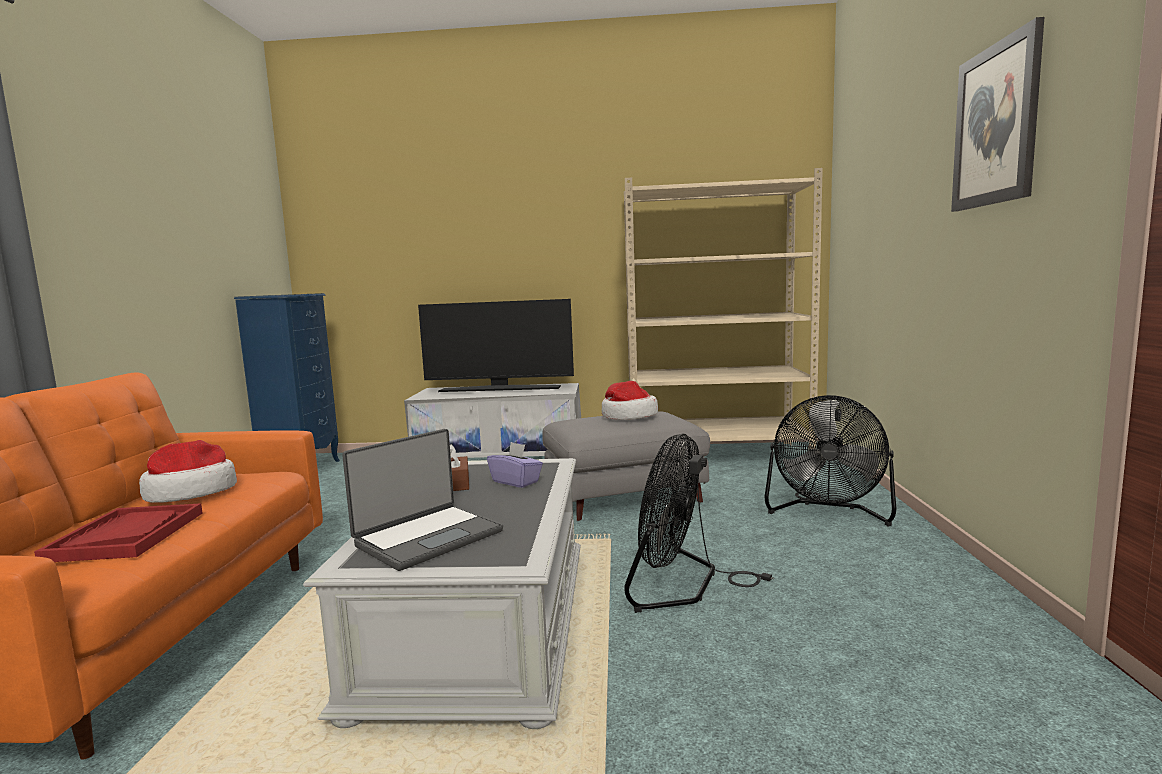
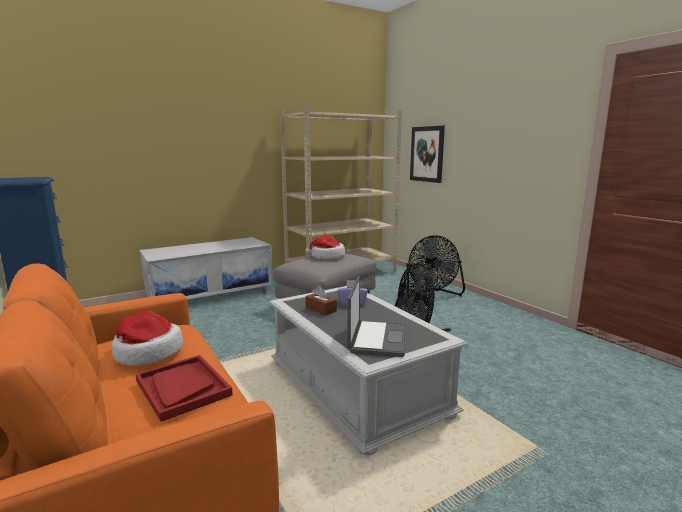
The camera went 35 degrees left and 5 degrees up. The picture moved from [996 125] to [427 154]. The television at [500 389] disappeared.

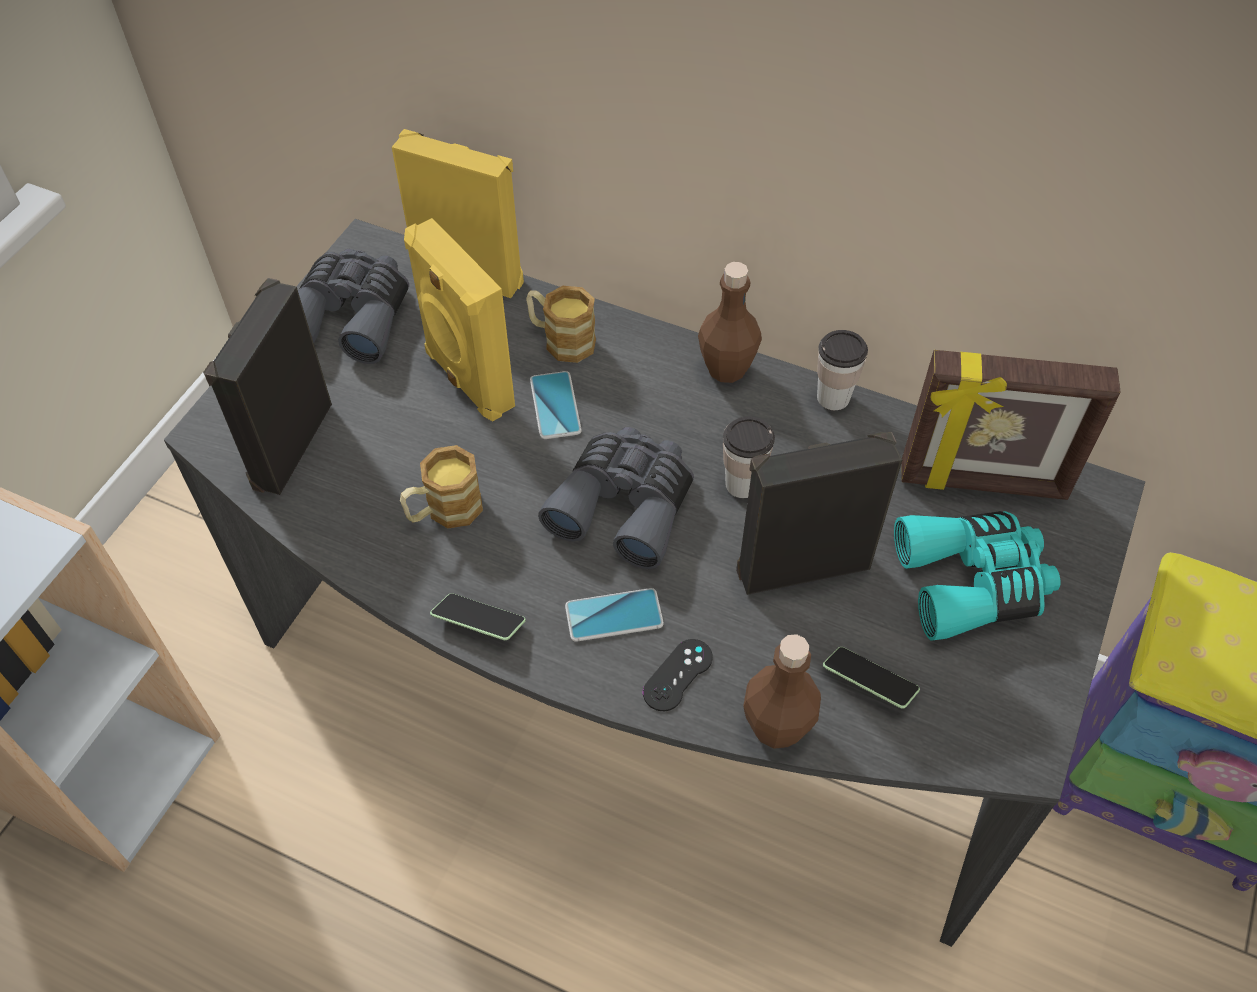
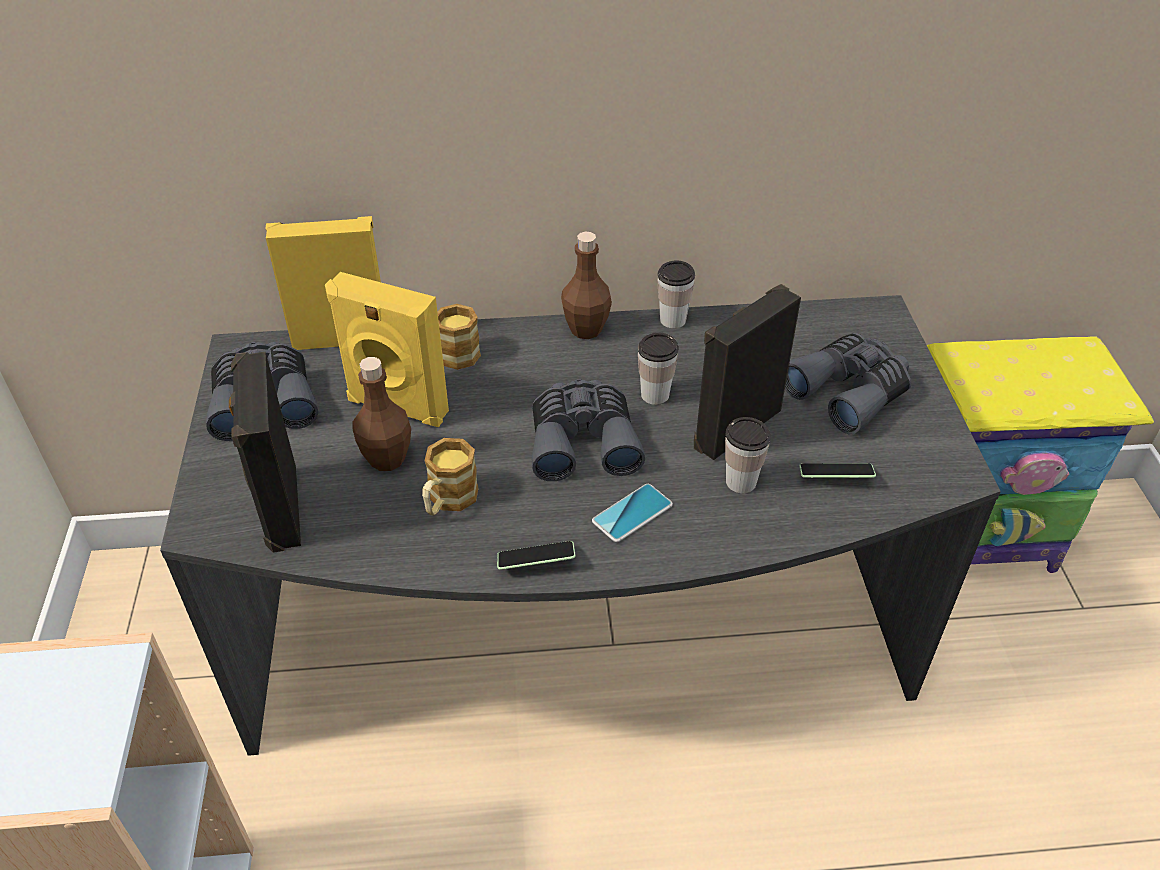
The camera went 30 degrees left and 10 degrees down. The picture frame at [983 483] disappeared. The phone at [555 406] disappeared. The binoculars in turquoise at [972 582] became the binoculars in grey at [849 392]. The bottle in brown moved from [776 727] to [387 459]. The game controller in black at [678 675] disappeared. The cup at [741 482] appeared.

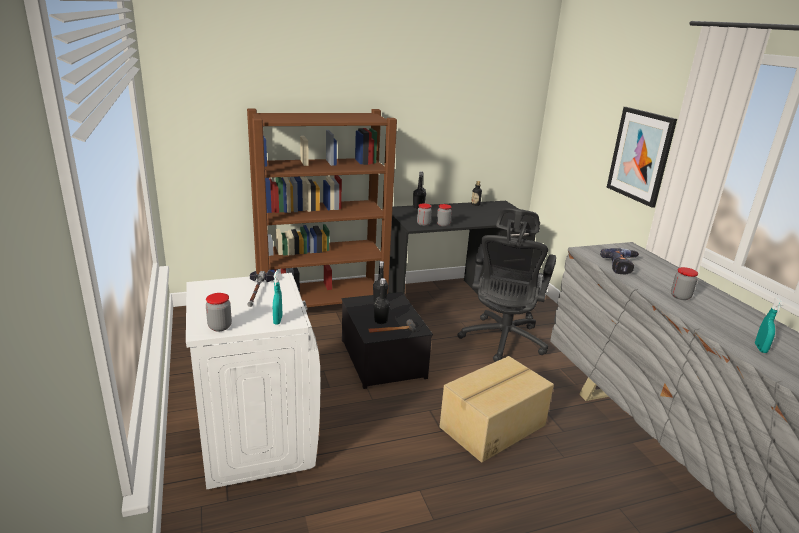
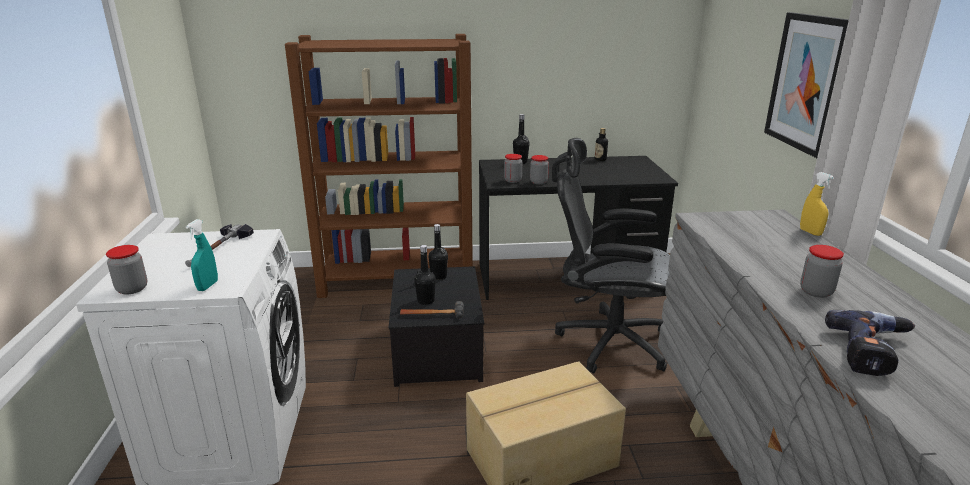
The camera went 15 degrees right and 0 degrees up. The office chair at [502 342] turned 75 degrees clockwise. The power drill moved from [622 266] to [874 353]. The spray bottle in turquoise at [760 348] disappeared. The spray bottle in yellow at [810 232] appeared.

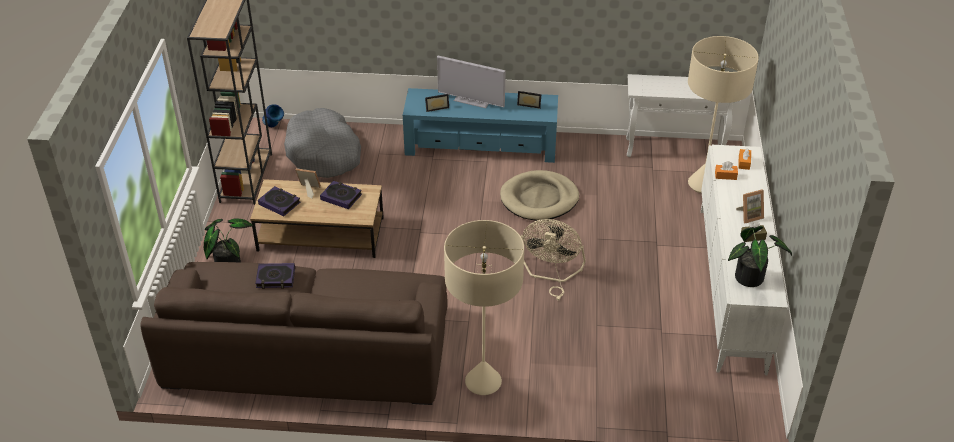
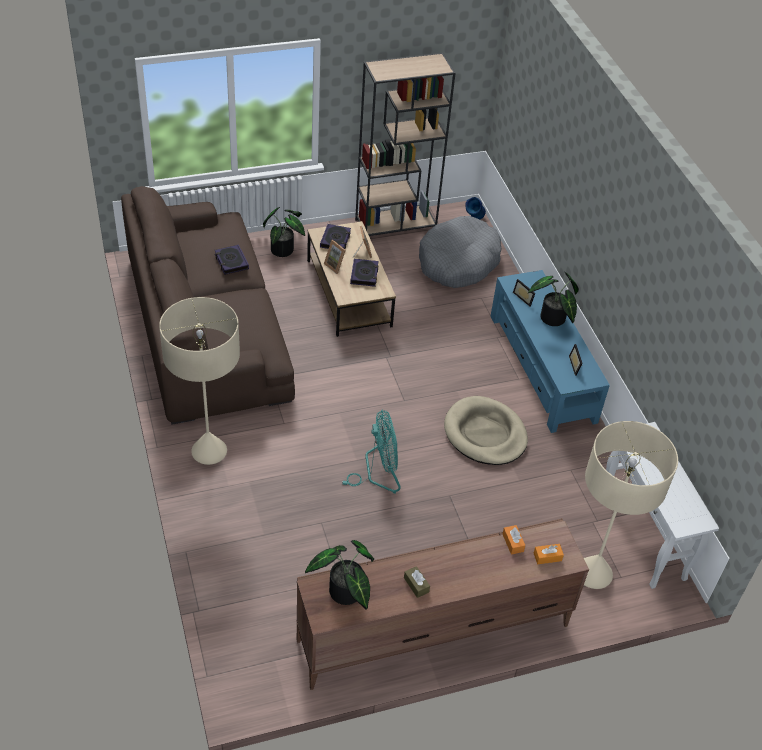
The camera went 65 degrees right and 5 degrees up. The television at [472 101] was replaced by the potted plant at [552 320]. The cabinet in white at [732 288] became the cabinet in brown at [433 634]. The picture frame moved from [749 215] to [336 265]. The fan in beige at [551 274] became the fan in turquoise at [377 469].

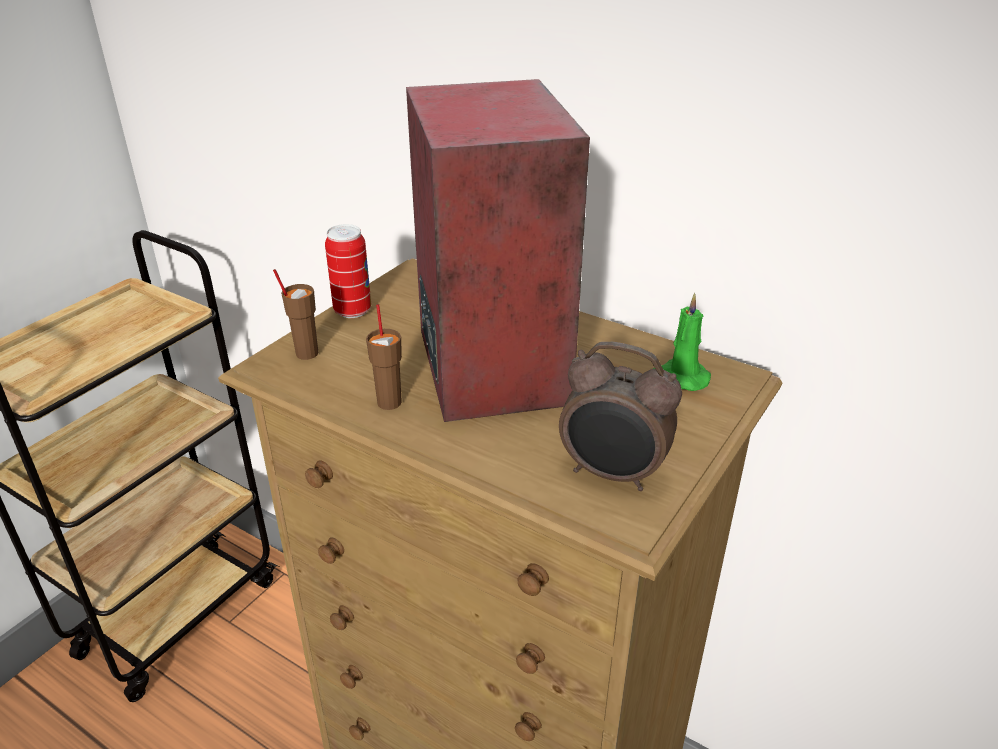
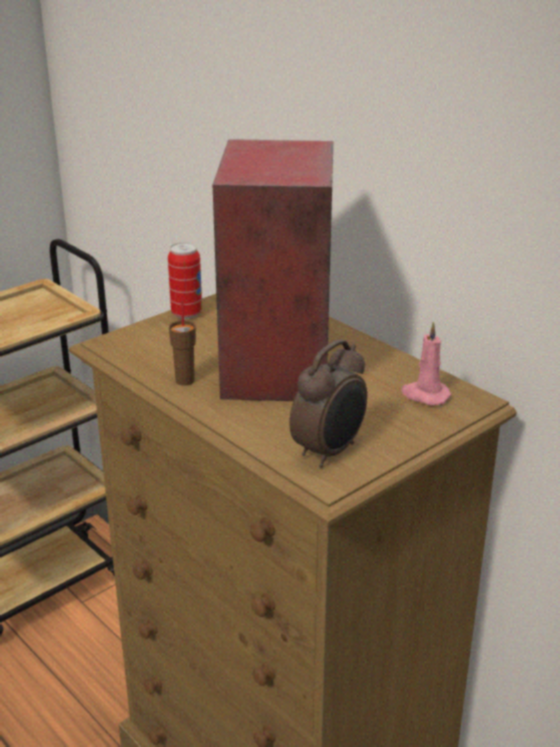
The camera went 15 degrees right and 5 degrees down. The cup in brown at [306 353] disappeared. The candle in green at [679 378] became the candle in pink at [424 395]. The alarm clock at [612 475] turned 90 degrees counterclockwise.

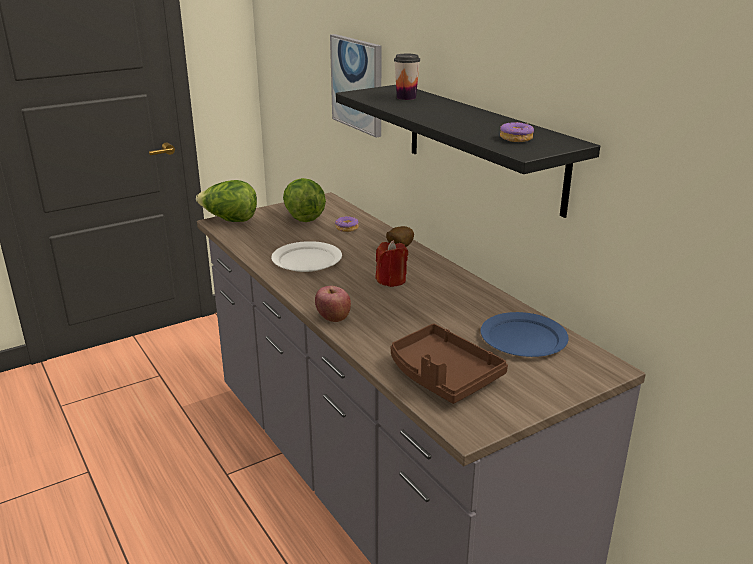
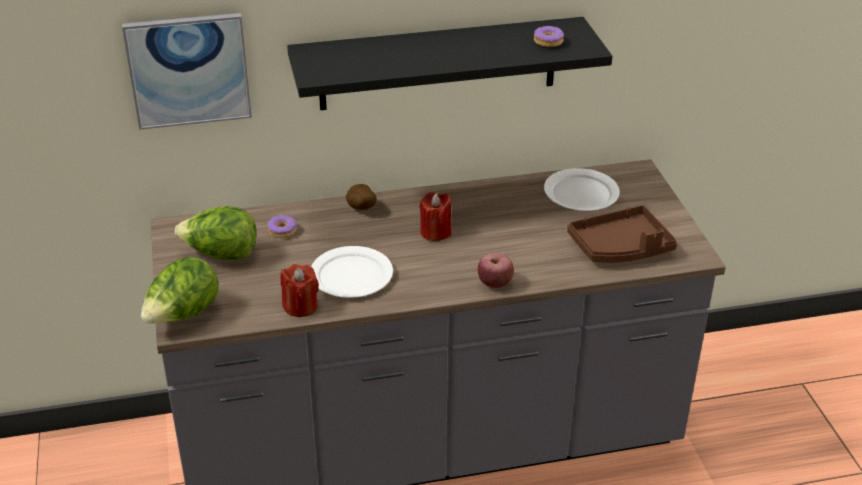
The camera went 70 degrees left and 10 degrees up. The cup at [406 97] disappeared. The plate in blue at [524 338] became the plate in white at [581 193]. The candle in red at [300 306] appeared.

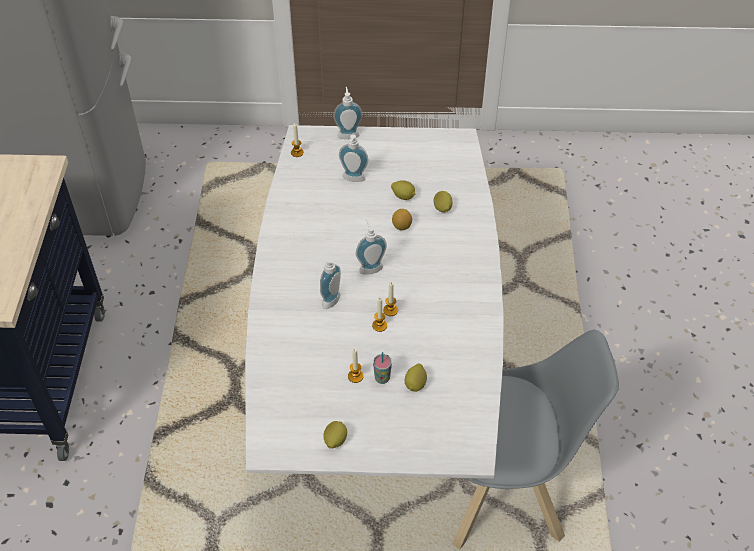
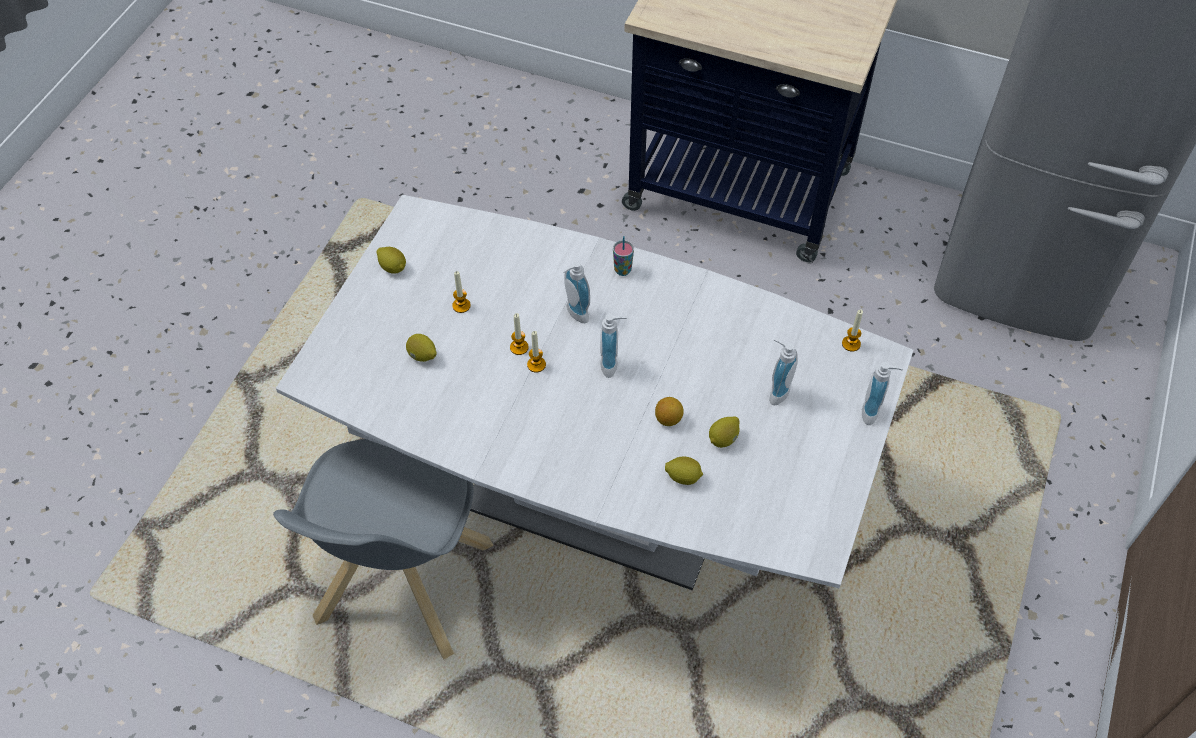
The camera went 110 degrees right and 5 degrees up. The cup moved from [382 378] to [622 270].

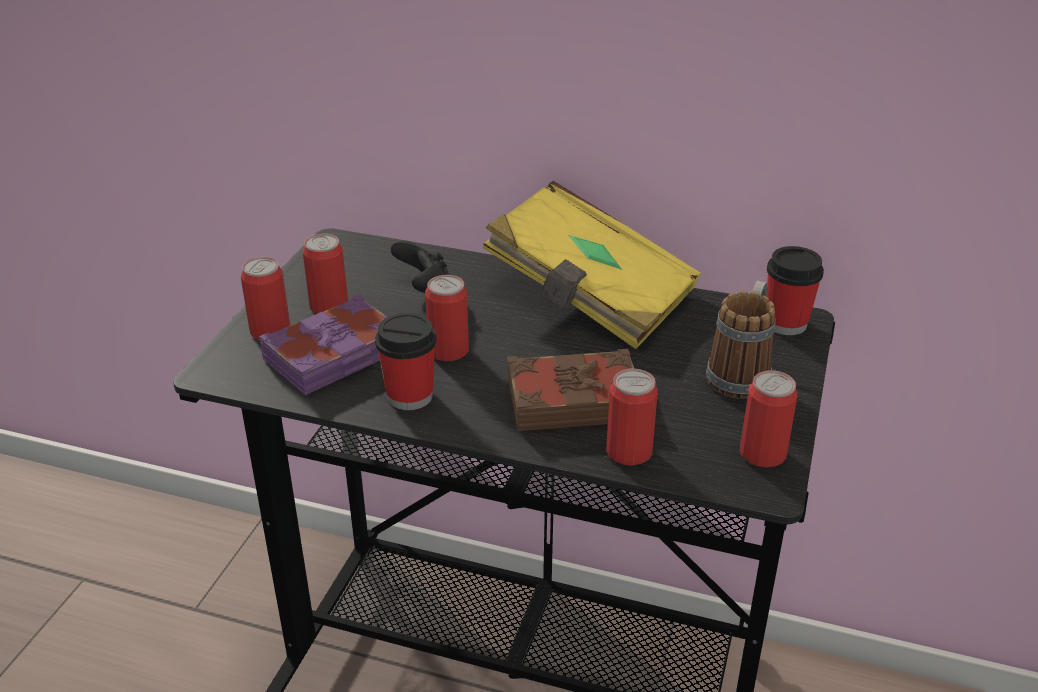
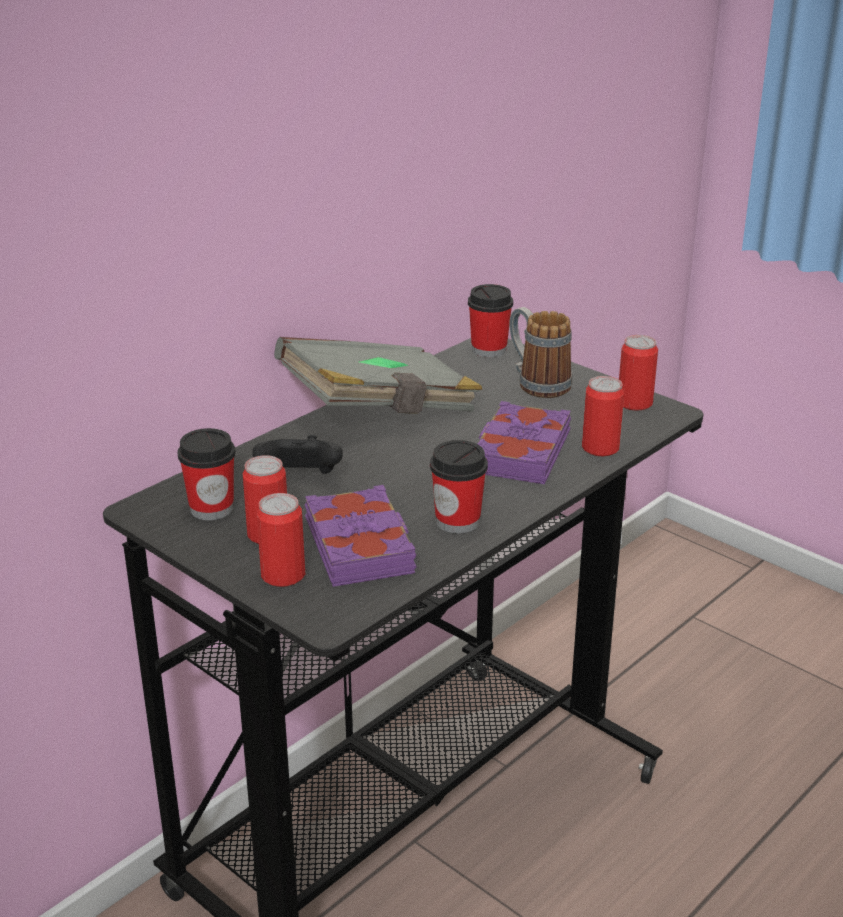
The camera went 65 degrees left and 5 degrees down. The book in yellow at [589 297] became the book in grey at [380 410]. The can at [448 350] disappeared. The book in brown at [573 400] became the book in purple at [519 453]. The cup at [211 508] appeared.

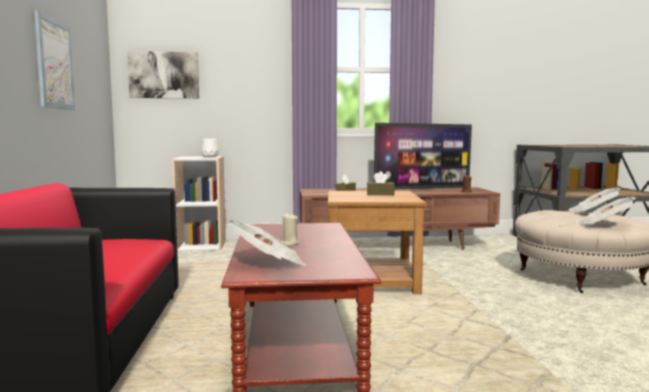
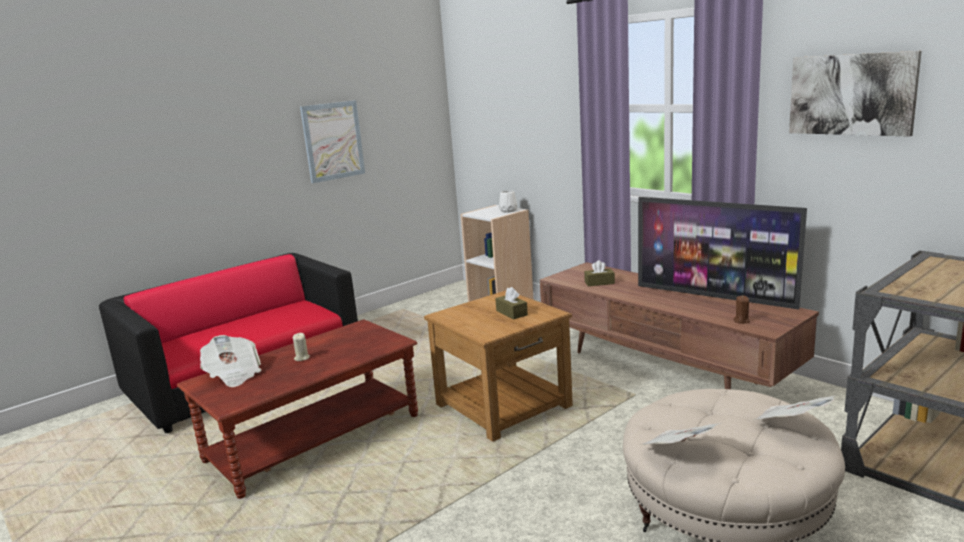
The camera went 55 degrees right and 10 degrees up. The picture moved from [164 75] to [851 94].

